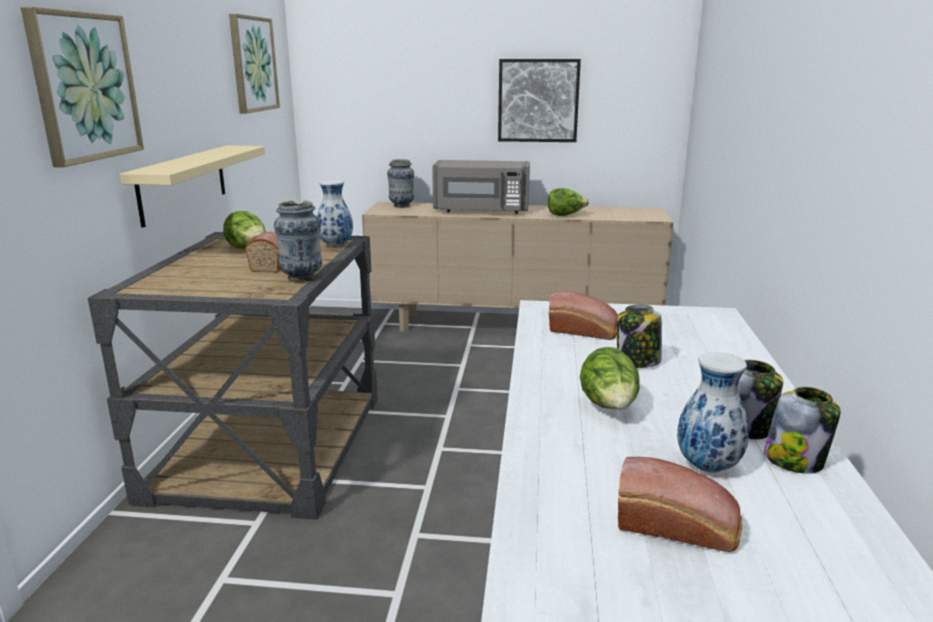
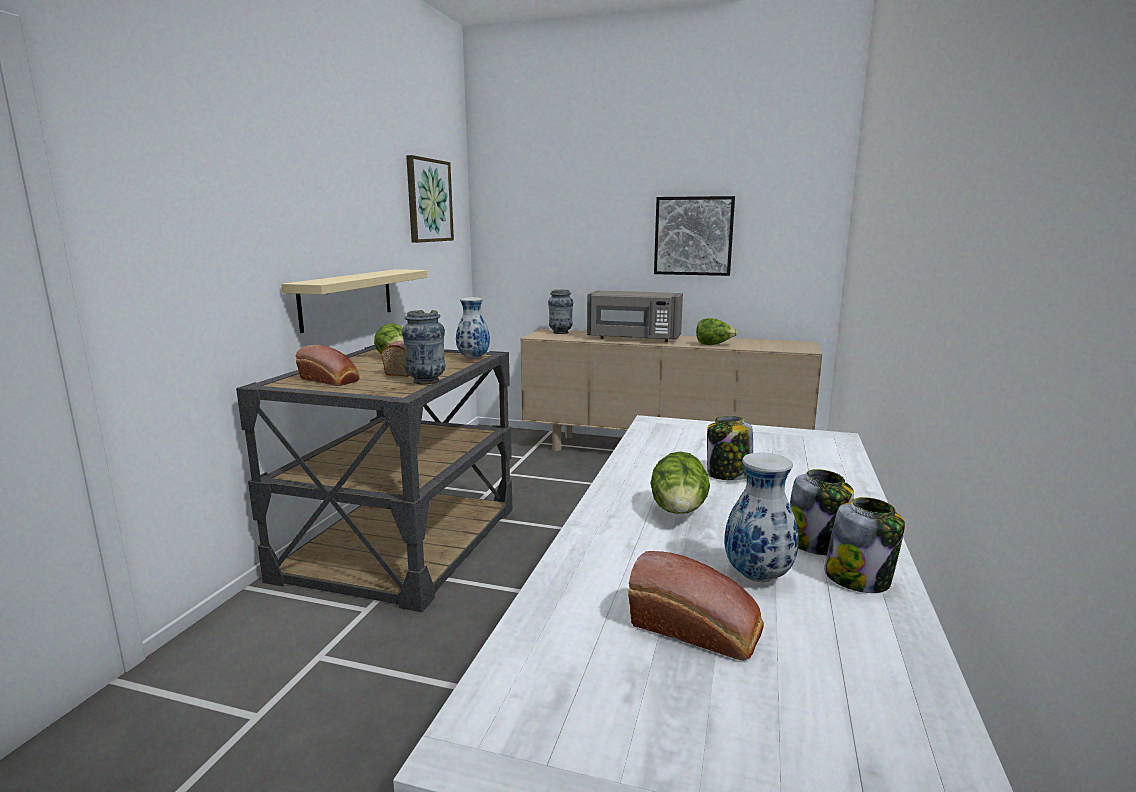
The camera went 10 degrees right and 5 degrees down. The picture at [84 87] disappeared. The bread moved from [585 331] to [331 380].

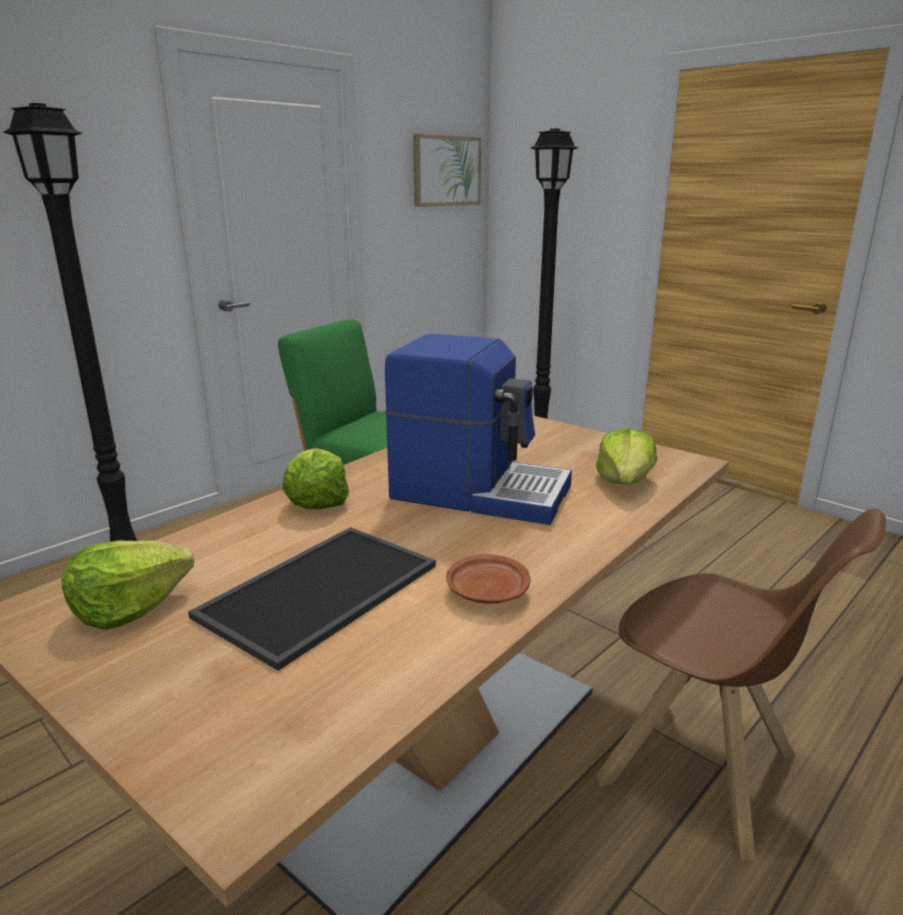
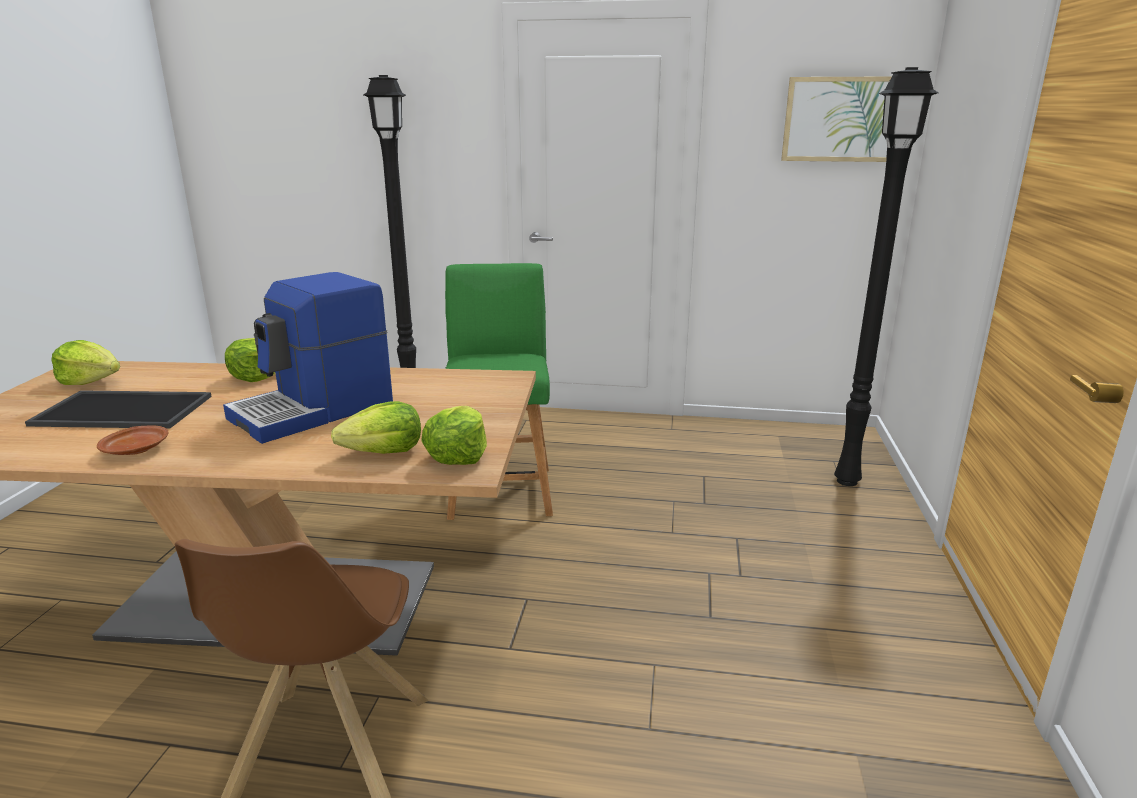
The camera went 55 degrees right and 0 degrees up. The coffee machine at [480 491] turned 60 degrees clockwise. The lettuce at [458 455] appeared.

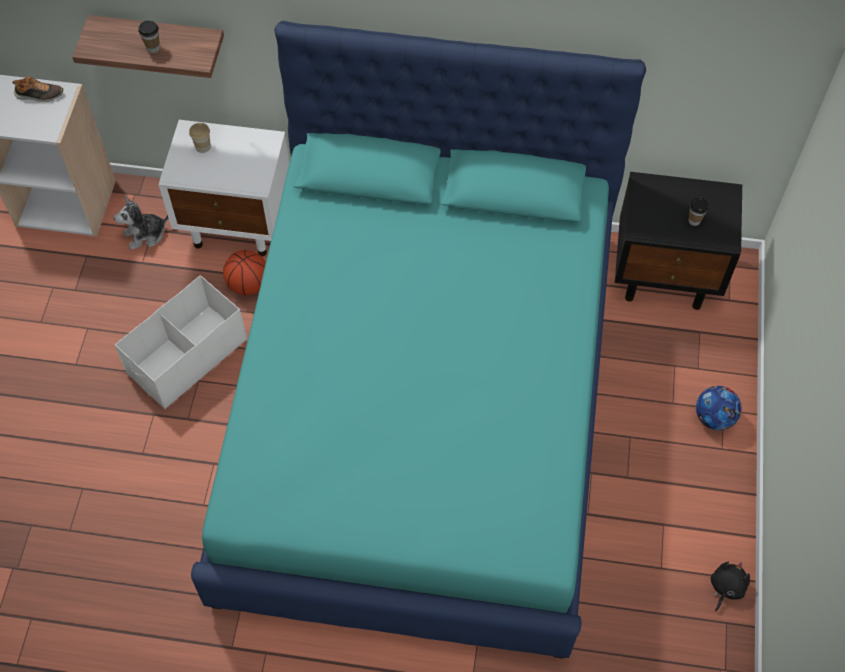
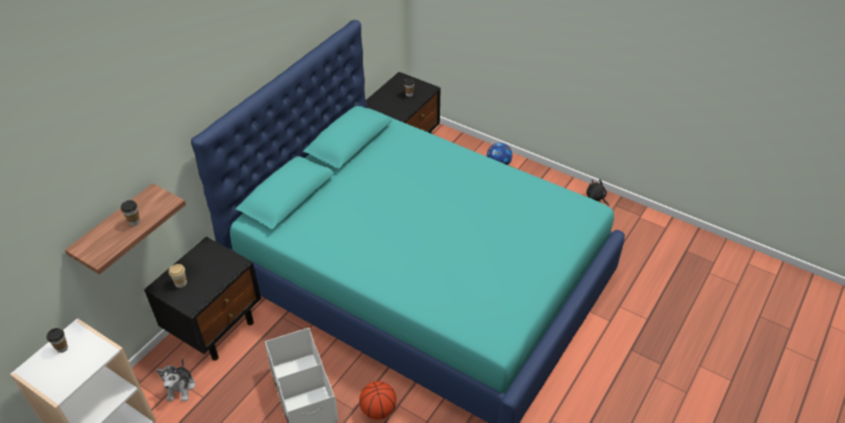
The camera went 65 degrees left and 15 degrees down. The shoe at [39 95] was replaced by the cup at [62 348]. The nightstand in white at [238 224] became the nightstand in black at [216 328]. The basketball moved from [248 284] to [378 410].

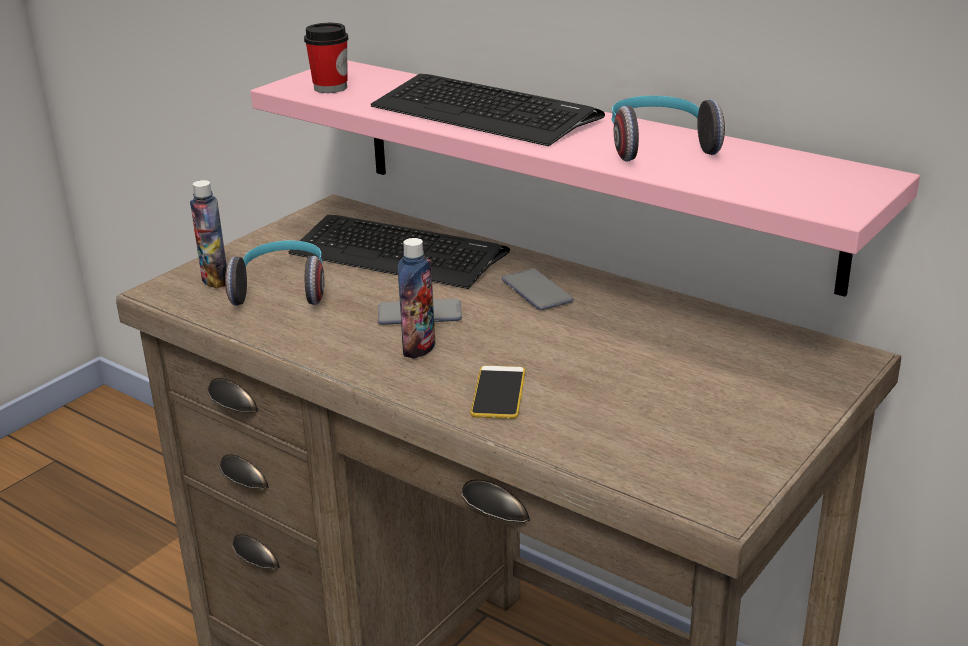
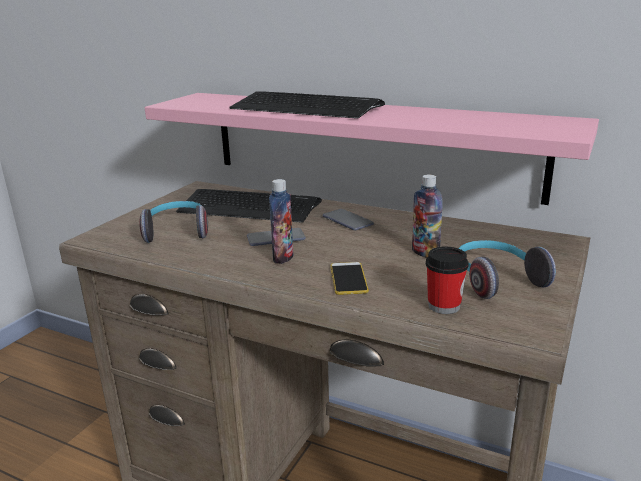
The camera went 10 degrees left and 5 degrees down. The cup moved from [330 88] to [444 306]. The headphones moved from [658 145] to [495 280]. The bottle moved from [215 280] to [425 253].

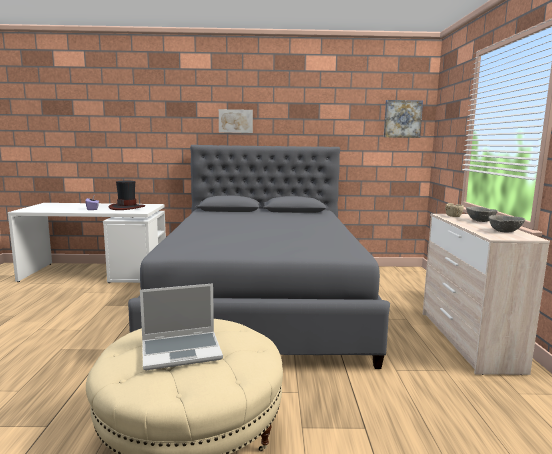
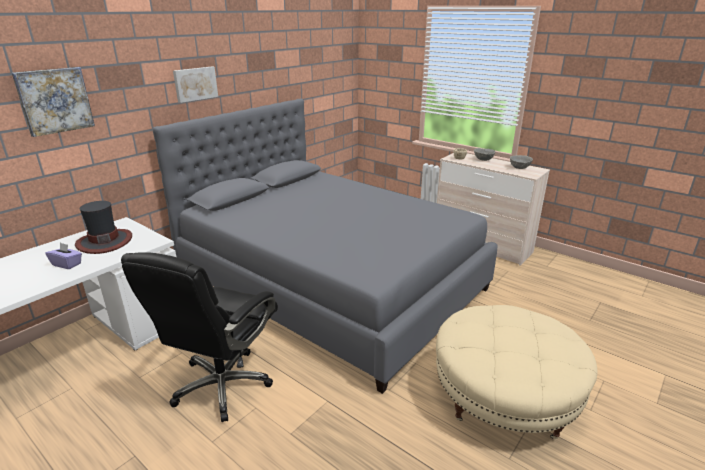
The camera went 50 degrees left and 15 degrees up. The picture moved from [402 119] to [55 101]. The laptop at [182 351] disappeared. The office chair in black at [223 382] appeared.

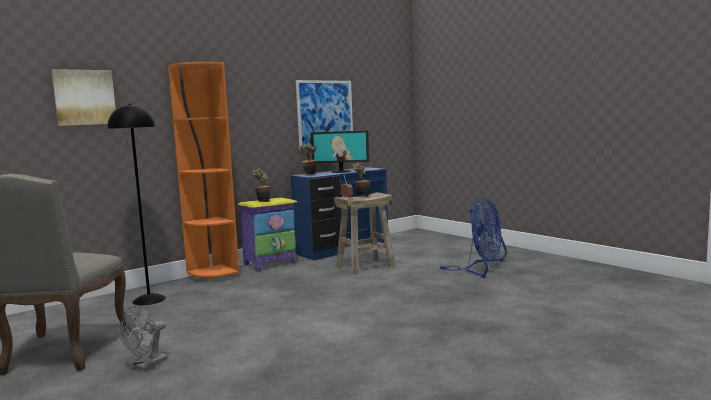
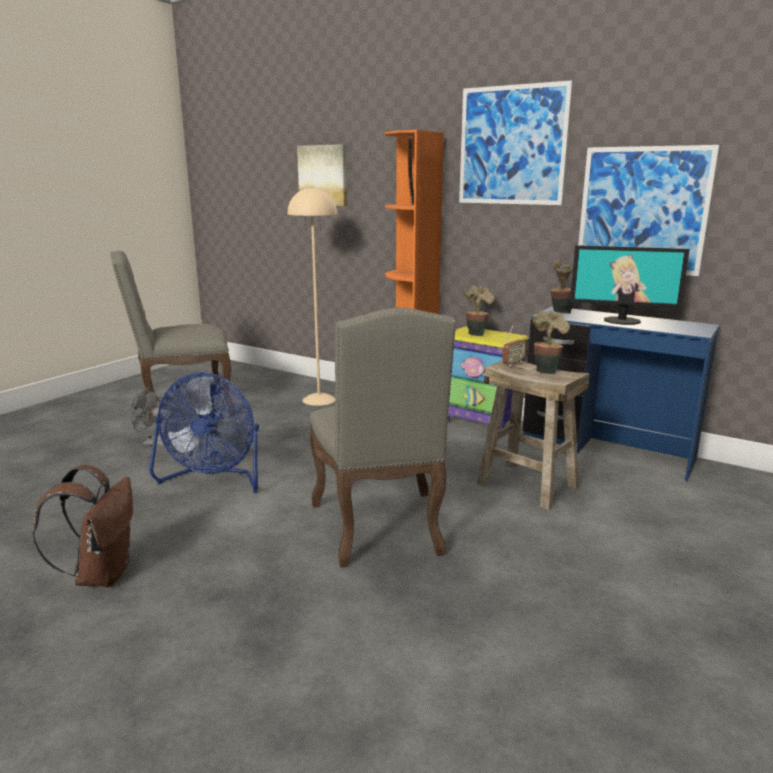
The camera went 70 degrees right and 10 degrees up. The floor lamp in black at [149 299] became the floor lamp in beige at [319 399]. The monitor at [341 171] turned 60 degrees counterclockwise. The fan in blue moved from [479 268] to [212 478]. The picture at [512 146] appeared. The chair in grey at [380 529] appeared. The backpack in brown at [102 574] appeared.

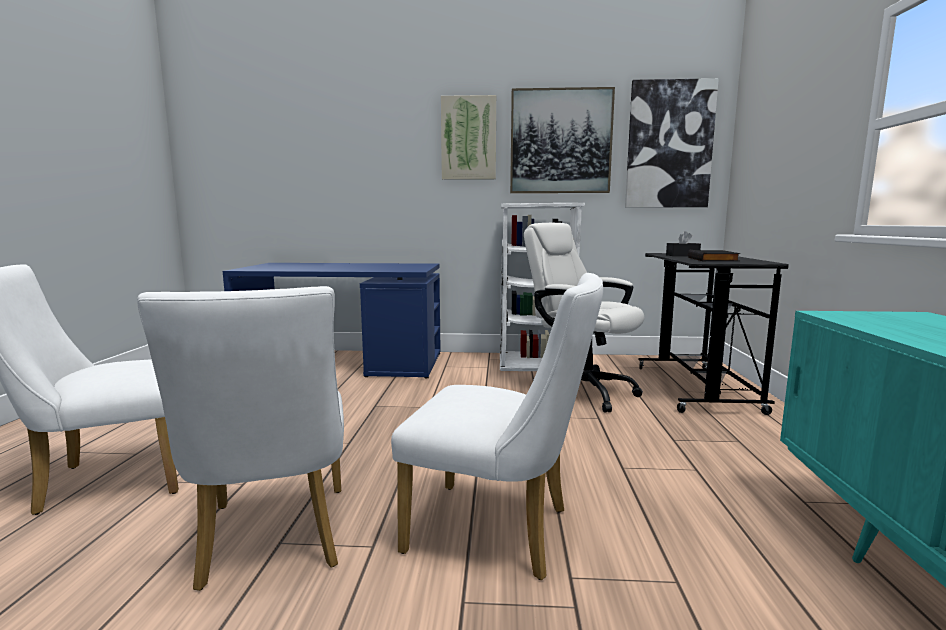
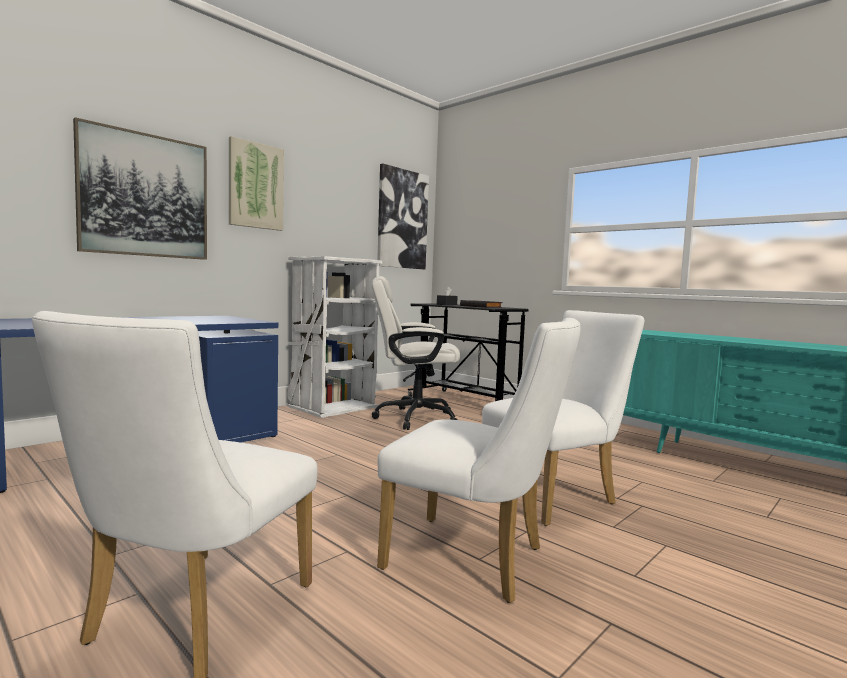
The camera went 50 degrees left and 5 degrees down. The picture moved from [560 142] to [145 195].

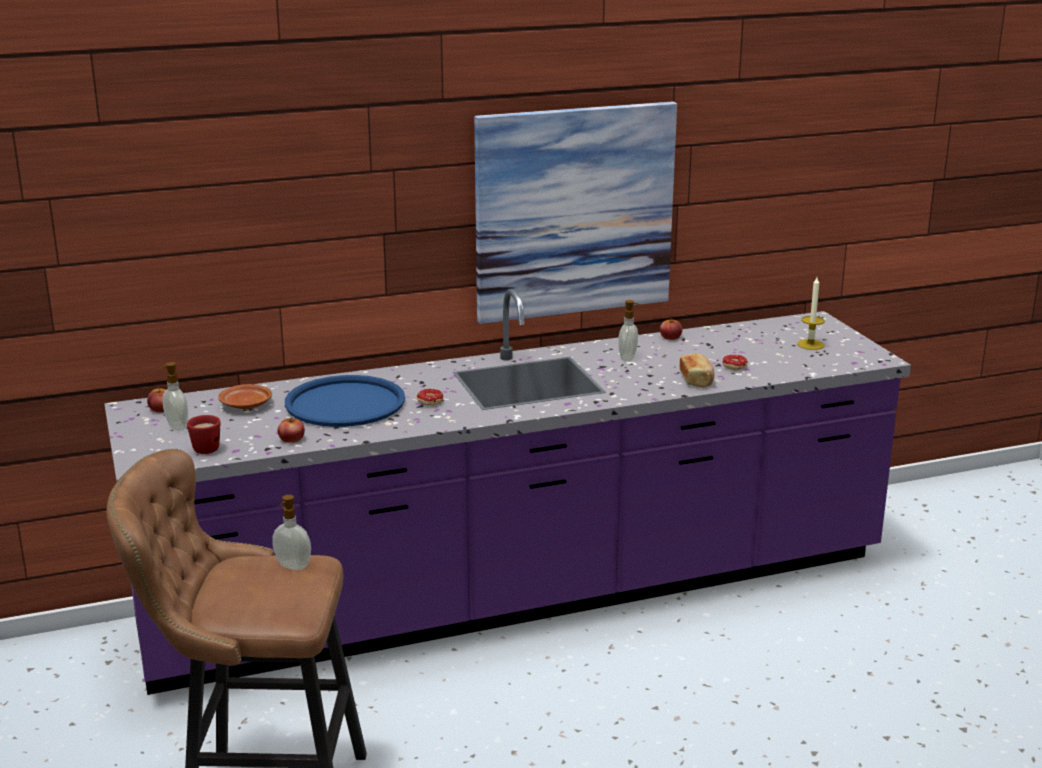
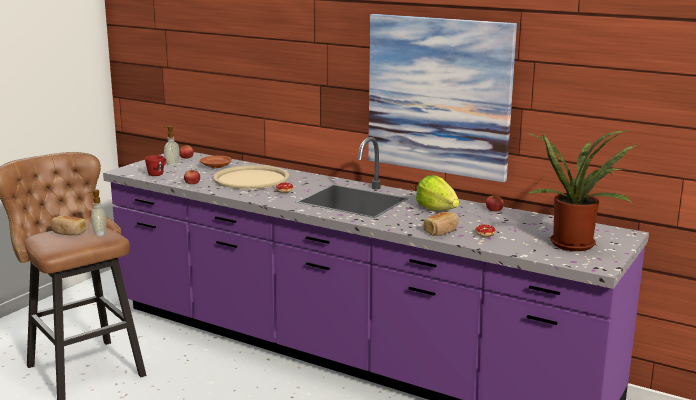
The camera went 50 degrees right and 5 degrees down. The candle at [810 344] was replaced by the potted plant at [574 243]. The soap dispenser at [628 358] was replaced by the lettuce at [437 209]. The tray in blue at [345 403] became the tray in beige at [251 179]. The bread at [68 232] appeared.

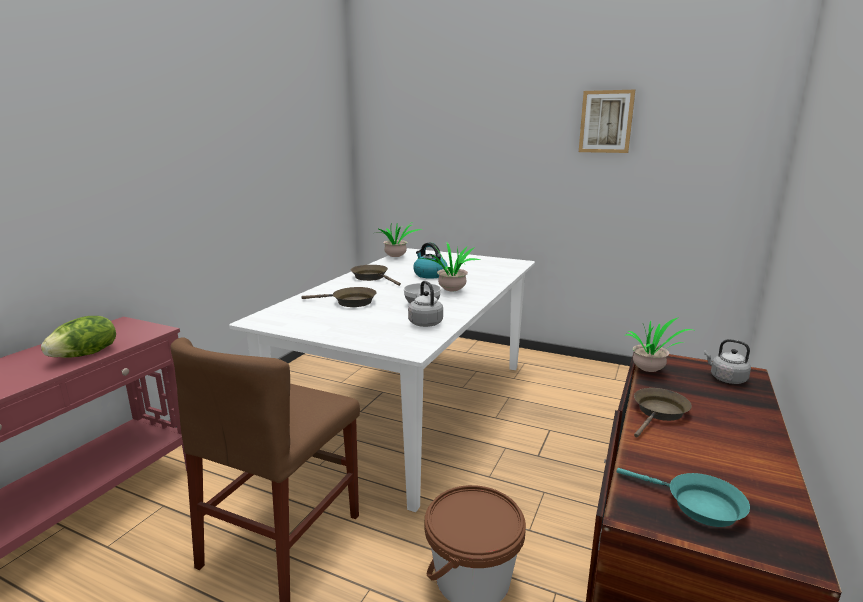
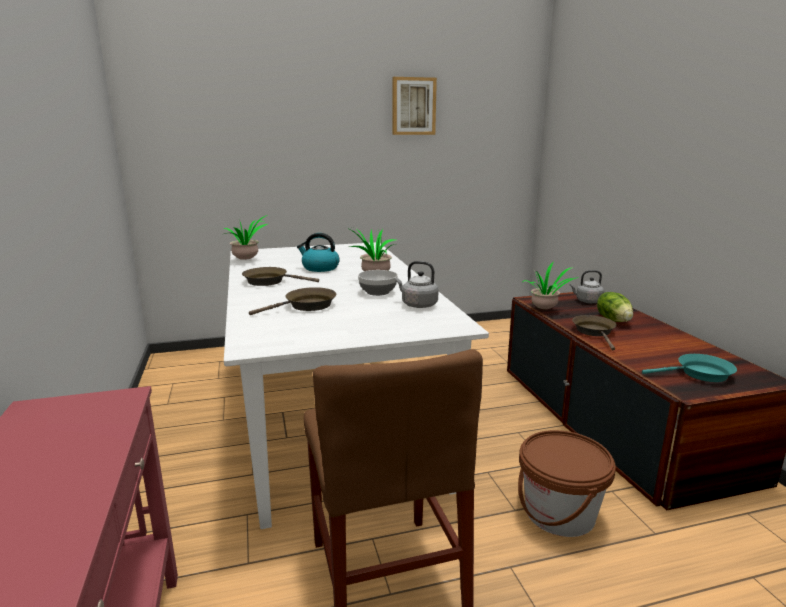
The camera went 40 degrees left and 0 degrees up. The lettuce moved from [86 354] to [614 320].

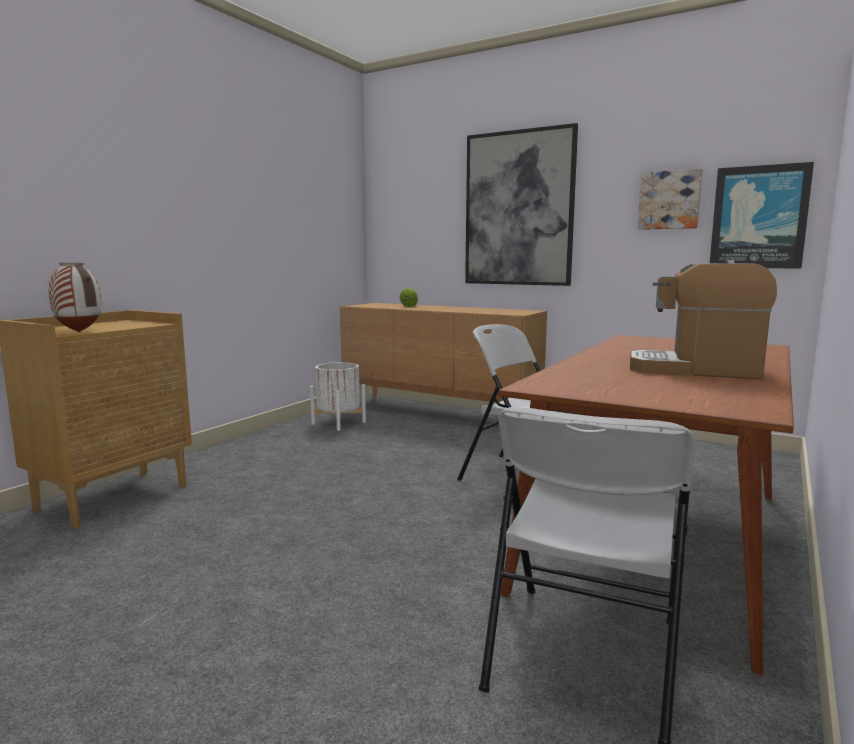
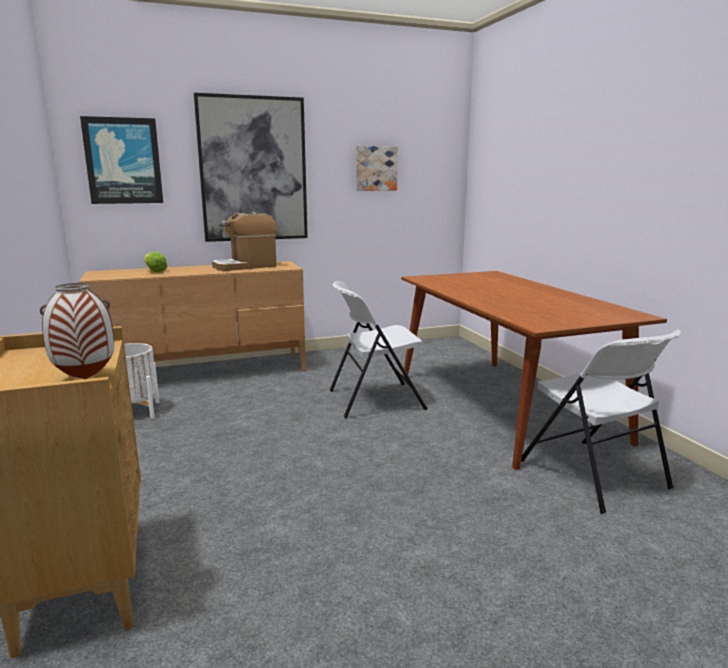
The camera went 50 degrees left and 5 degrees up. The picture moved from [759 217] to [123 161]. The coffee machine moved from [695 370] to [245 266].

